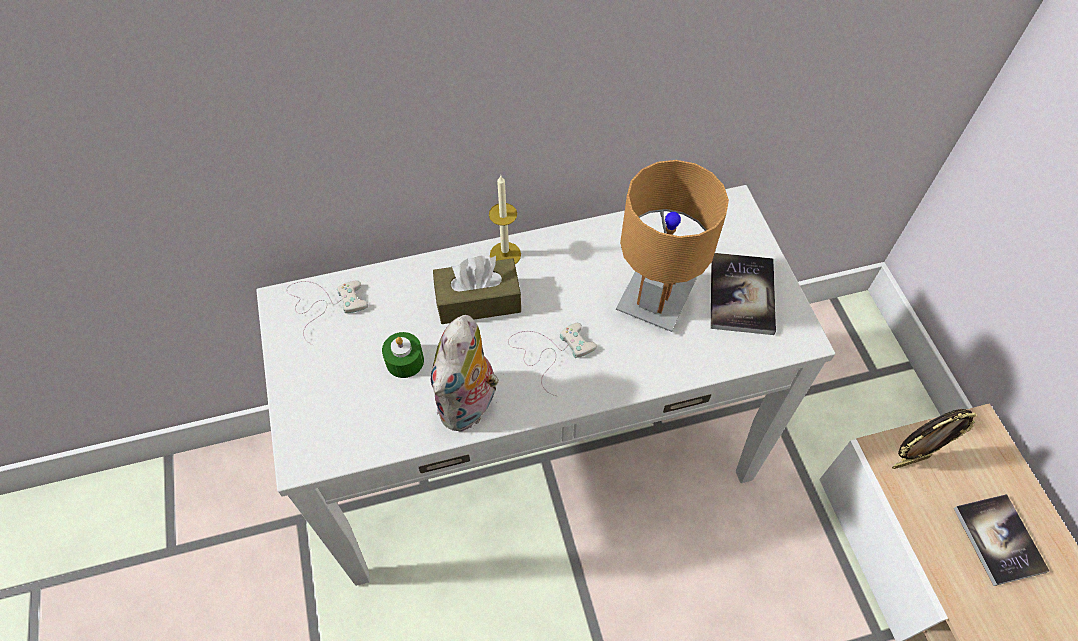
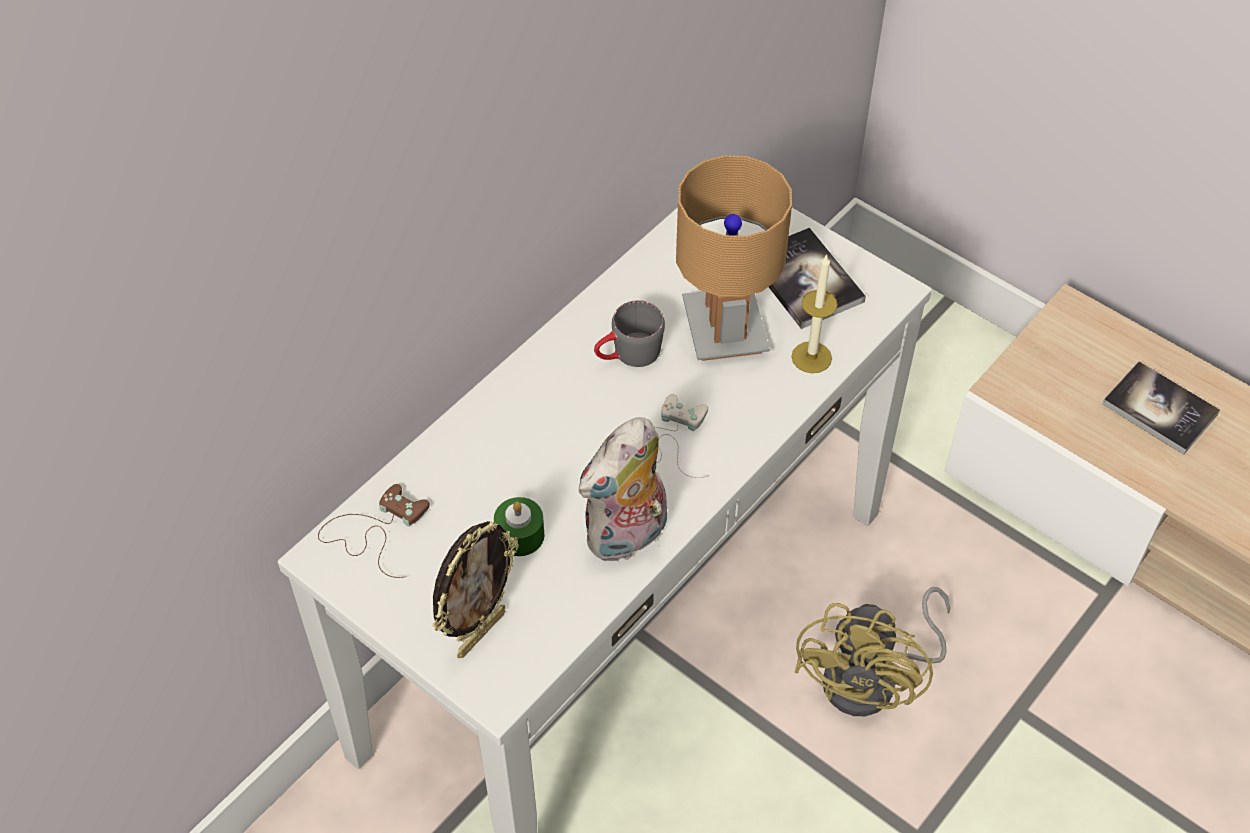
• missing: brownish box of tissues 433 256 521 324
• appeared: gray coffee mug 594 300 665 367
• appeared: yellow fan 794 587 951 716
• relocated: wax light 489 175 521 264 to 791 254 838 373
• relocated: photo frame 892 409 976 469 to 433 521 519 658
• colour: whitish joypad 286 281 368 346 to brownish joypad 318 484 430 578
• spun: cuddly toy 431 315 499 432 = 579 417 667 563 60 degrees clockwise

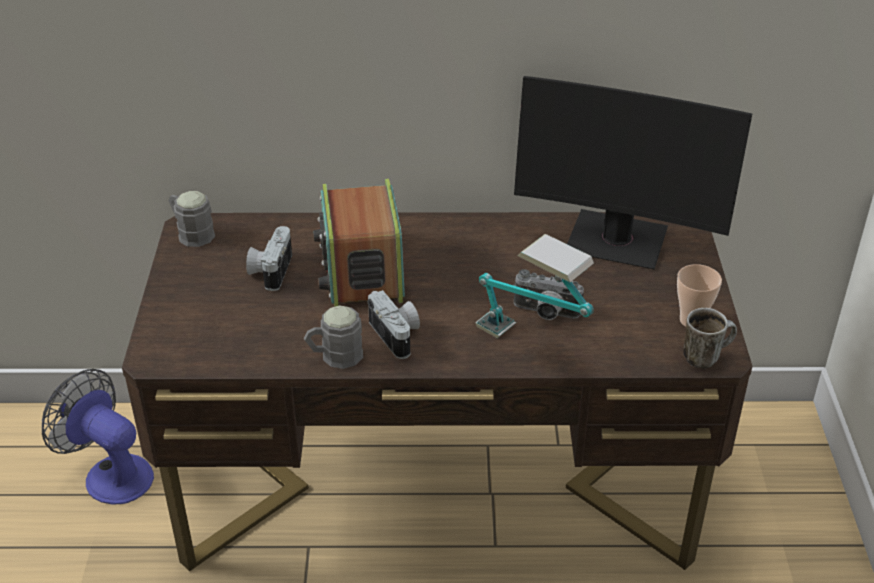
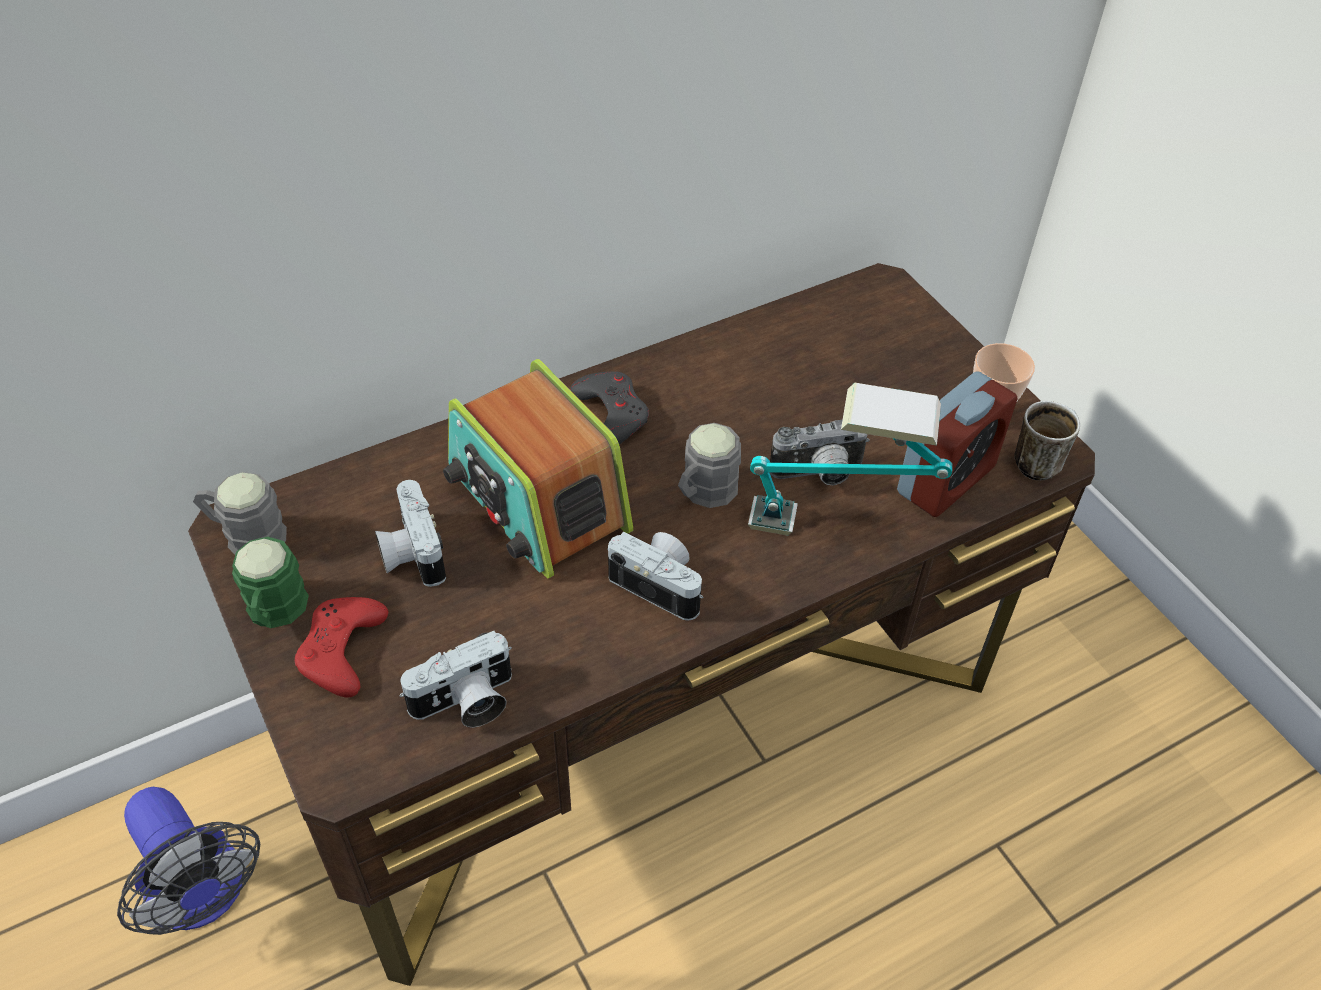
• missing: computer display 514 76 752 269
• appeared: green coffee mug 232 537 309 628
• appeared: red-coloured joypad 295 597 388 697
• appeared: still camera 399 631 512 728
• appeared: gray joypad 570 371 649 444
• appeared: alarm clock 897 371 1017 517
• relocated: gray coffee mug 304 306 363 369 to 678 423 741 508
• spun: fan 42 369 154 505 = 117 787 260 935 135 degrees counterclockwise

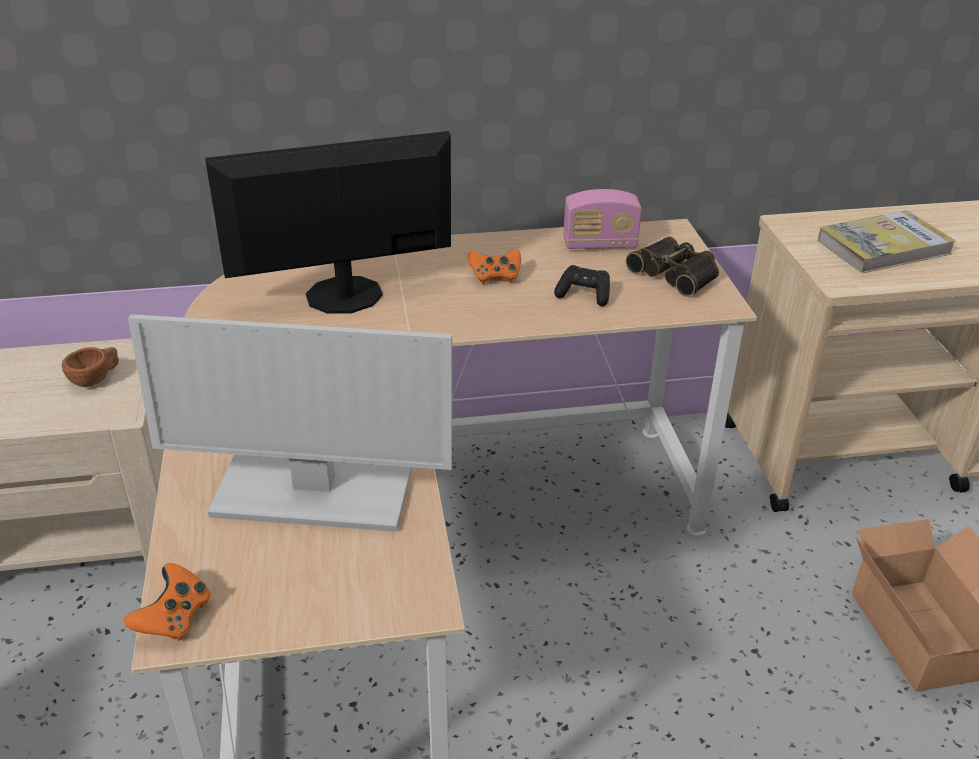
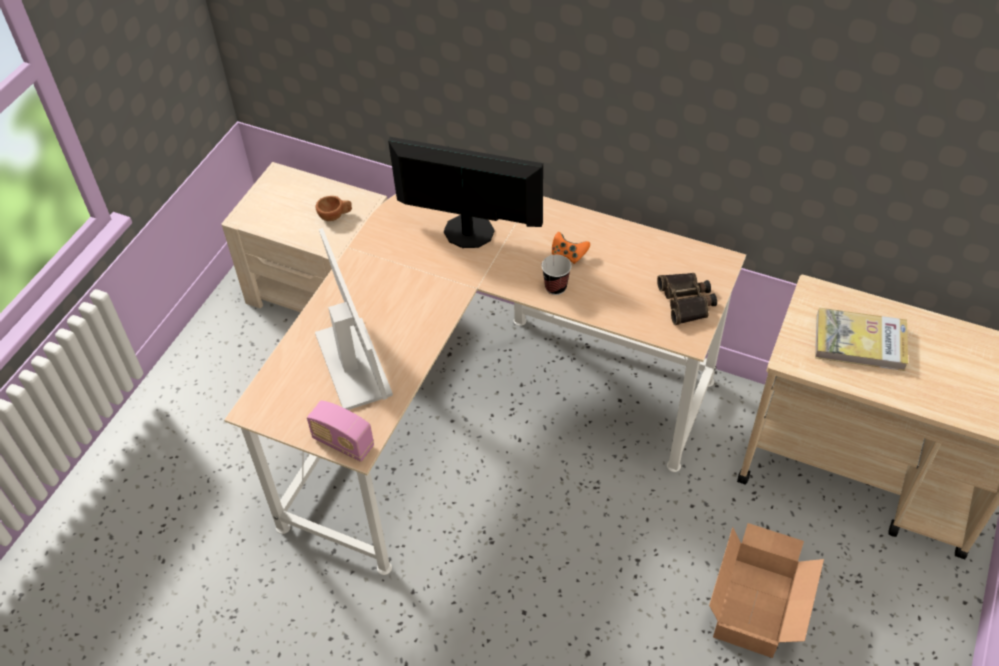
• missing: orangey joypad 124 563 210 641
• missing: blackish joypad 554 265 610 306
• appeared: cup 542 255 572 295
• relocated: radio set 563 189 642 249 to 307 400 374 462
• spun: computer display 128 314 452 532 = 315 228 393 410 150 degrees counterclockwise

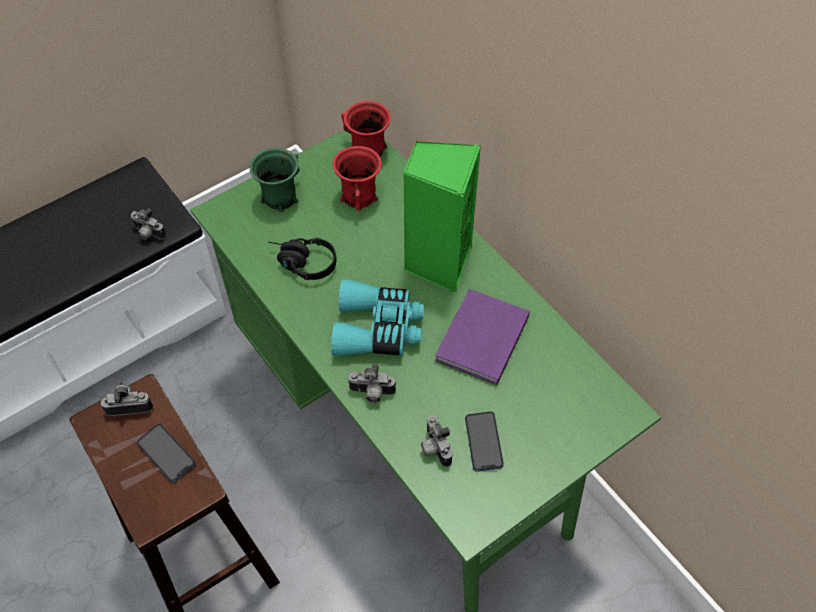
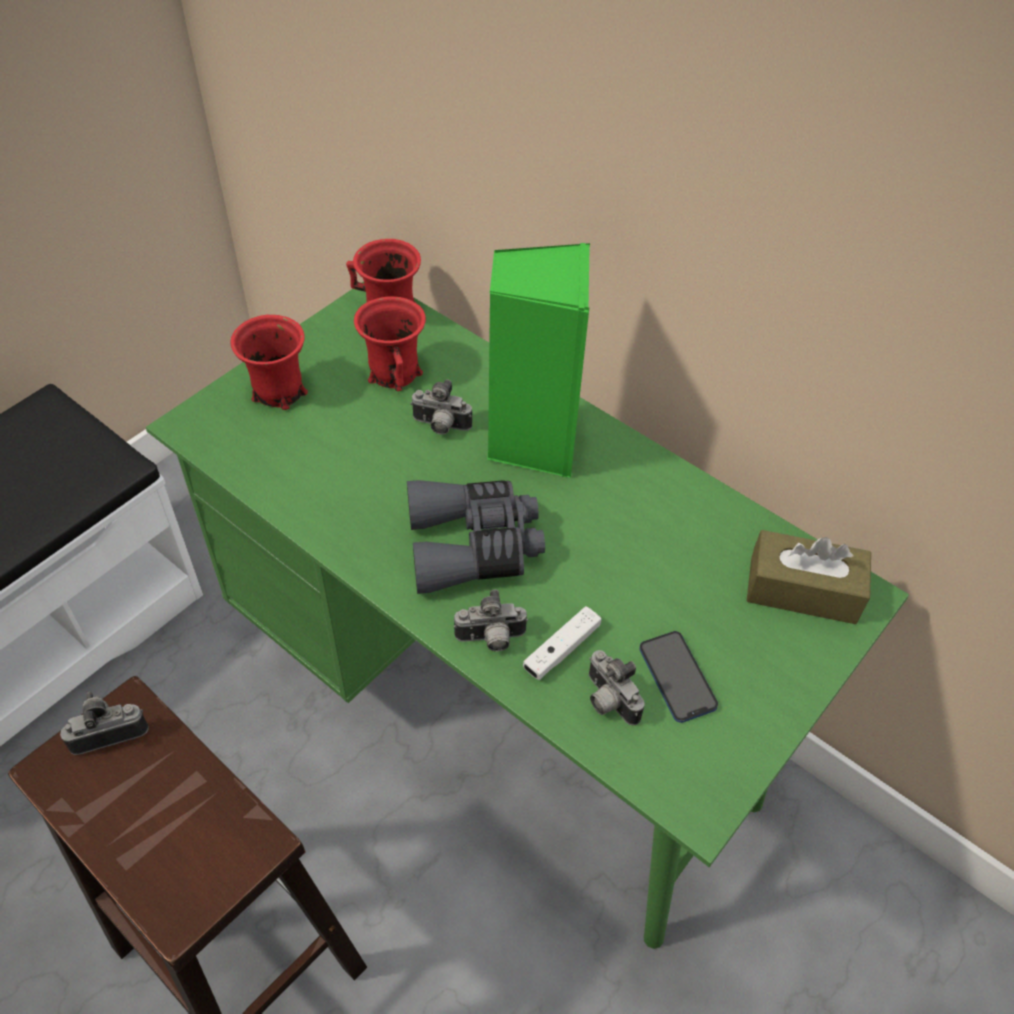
• missing: telephone 137 424 195 482
• missing: blackish pair of headphones 268 237 336 280
• missing: purple-coloured book 435 289 530 385
• appeared: whitish joypad 523 606 601 680
• appeared: brownish box of tissues 747 530 871 624
• relocated: still camera 131 208 166 240 to 410 379 472 435
• colour: green coffee mug 249 148 300 212 to red-coloured coffee mug 230 315 308 410
• colour: blue-green field glasses 331 279 424 356 to gray field glasses 407 480 545 594

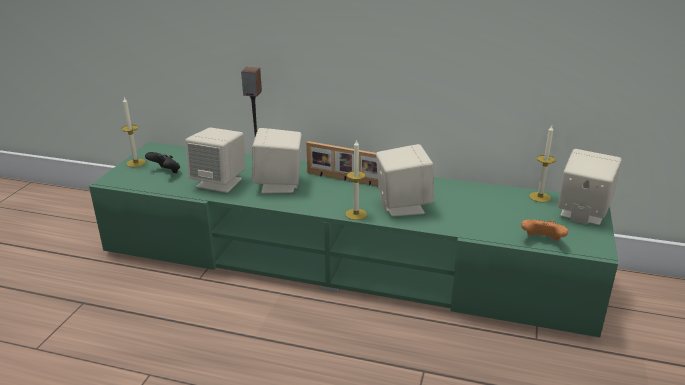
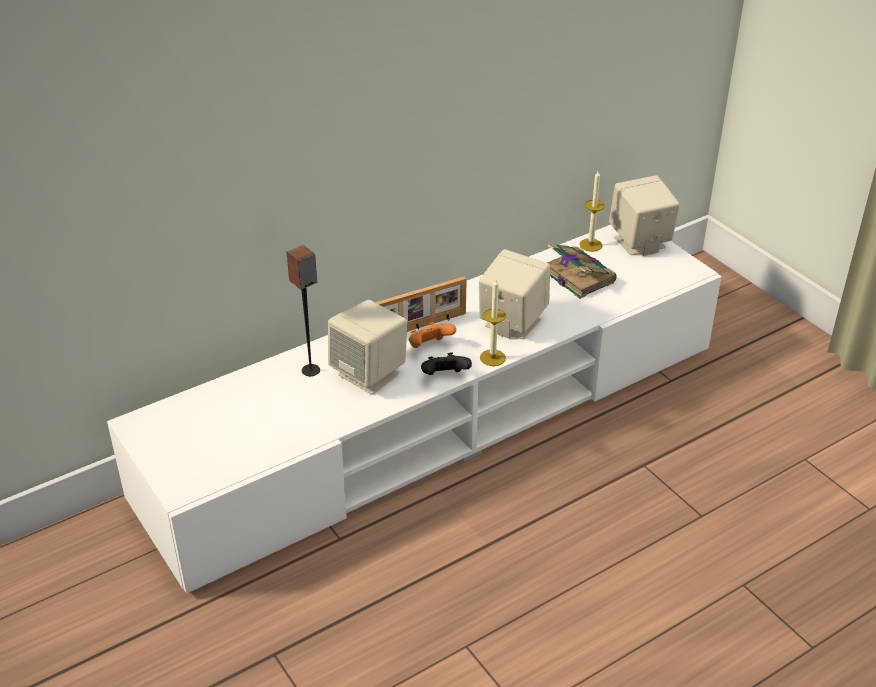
• missing: wax light 121 97 146 167
• missing: beige-coloured speaker 185 127 245 193
• appeared: book 547 244 617 299
• relocated: blackish joypad 145 152 180 173 to 421 353 472 375
• relocated: orangey joypad 521 220 568 241 to 409 322 456 348
• colour: green tv unit 89 142 618 338 to whitish tv unit 107 225 722 594

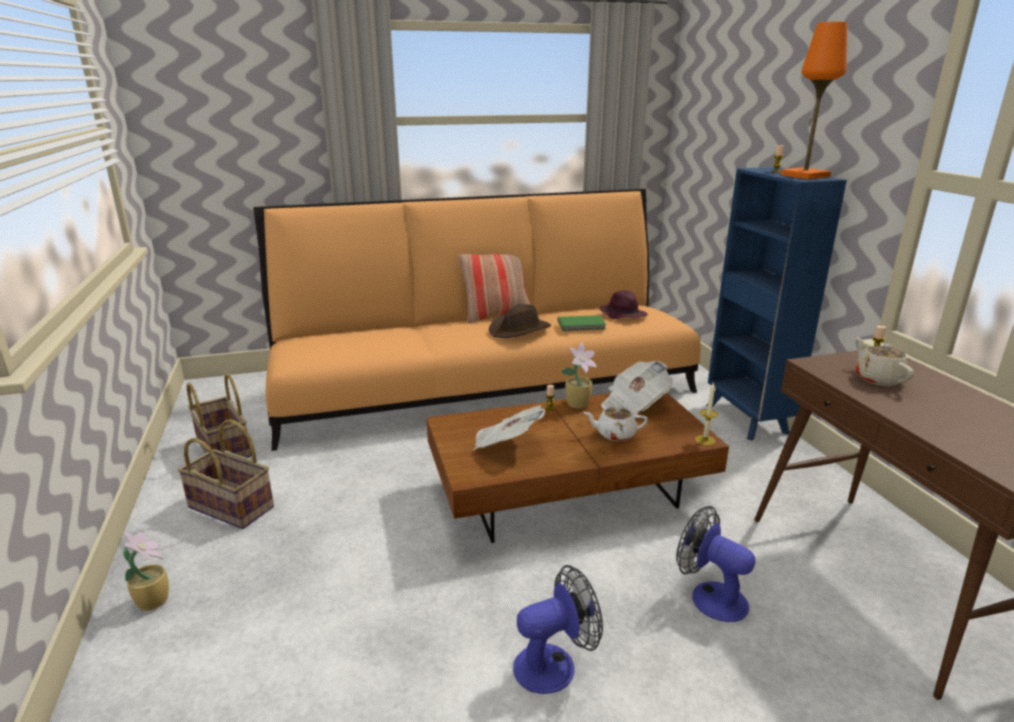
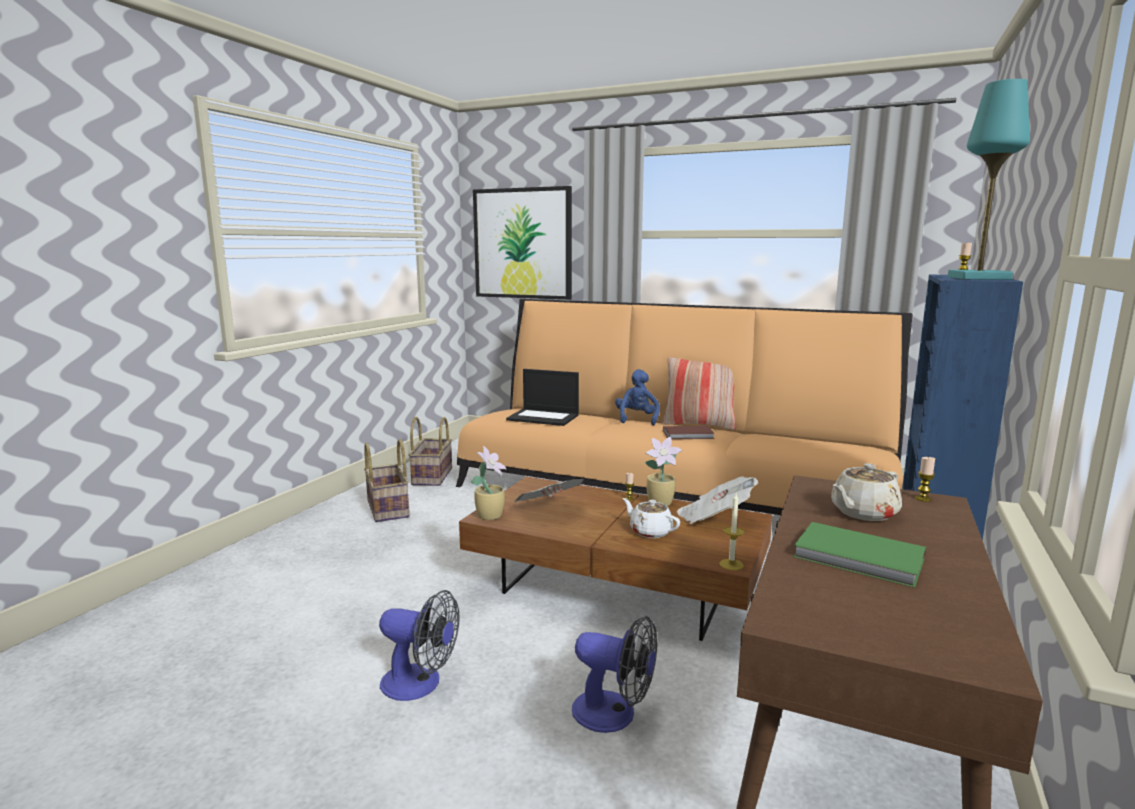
• missing: purple-coloured wearable hat 599 290 648 319
• appeared: picture 473 186 572 300
• appeared: laptop 506 369 579 426
• appeared: bluish cuddly toy 615 369 660 425
• relocated: plant in a pot 123 532 169 611 to 471 446 507 520
• relocated: green book 558 315 606 331 to 793 522 926 588
• exchanged: brownish wearable hat 489 304 551 338 to brownish book 663 426 715 439
• colour: orangey lamp for a table 780 22 847 179 to blue-green lamp for a table 948 79 1030 280
• spun: fan 676 506 756 622 = 572 616 657 733 120 degrees clockwise
• spun: beige-coloured teapot 855 337 914 386 = 831 463 902 521 150 degrees counterclockwise

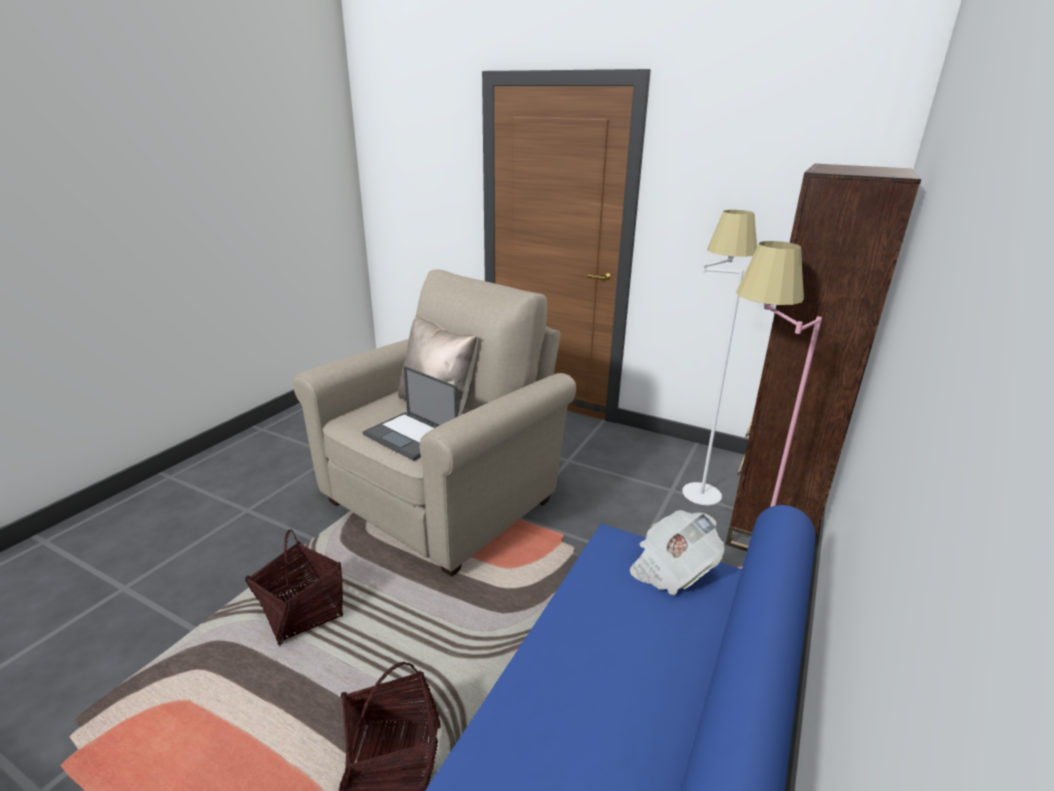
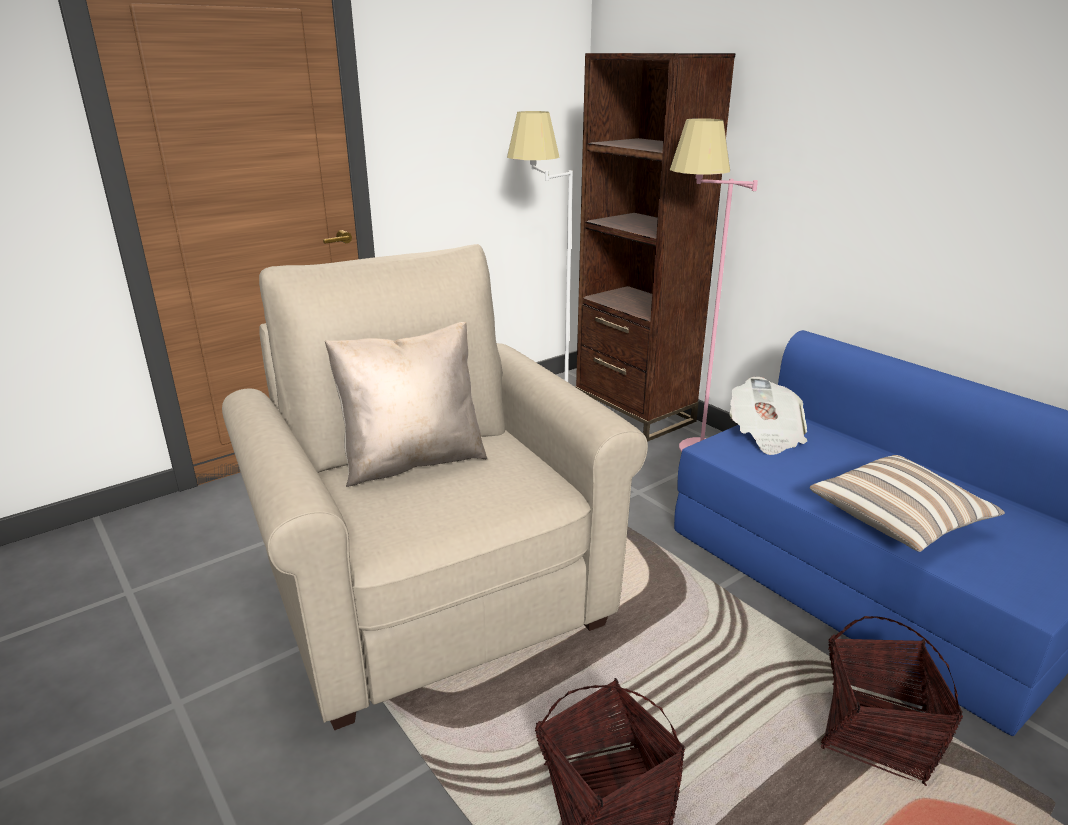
• missing: laptop 363 366 458 461
• appeared: throw pillow 810 455 1005 552

